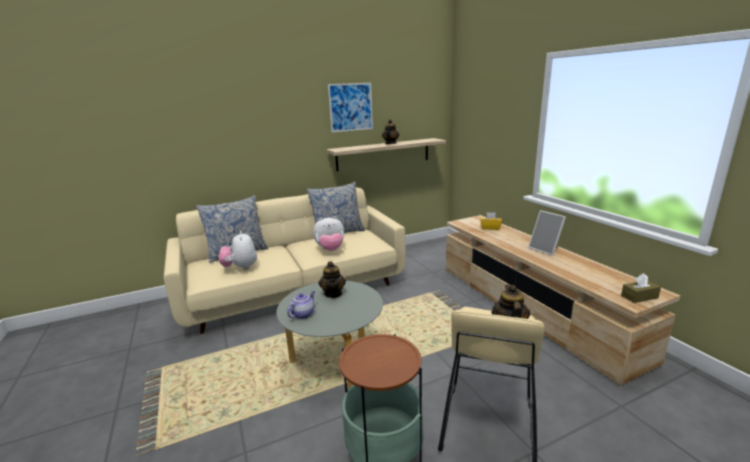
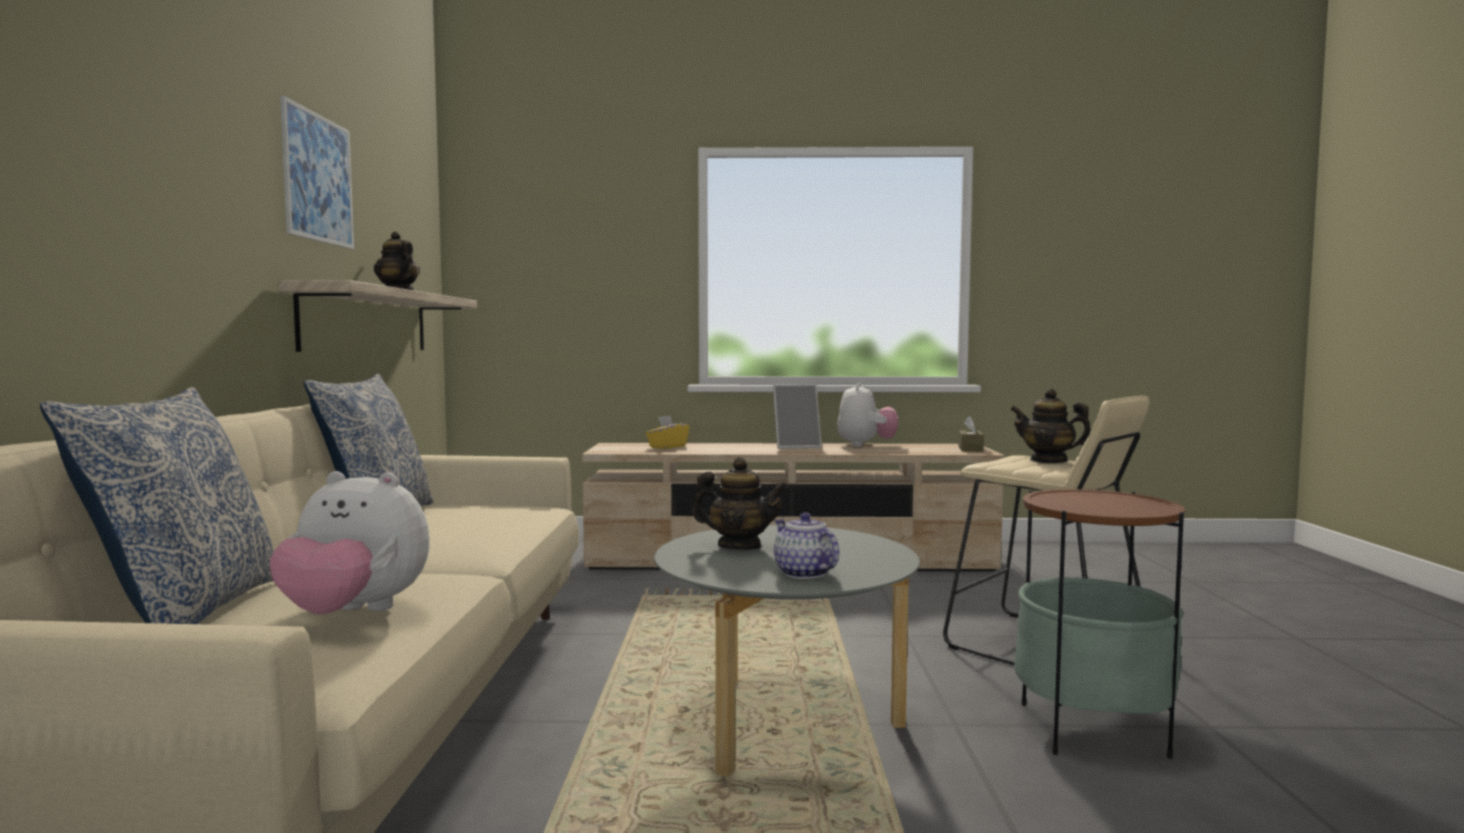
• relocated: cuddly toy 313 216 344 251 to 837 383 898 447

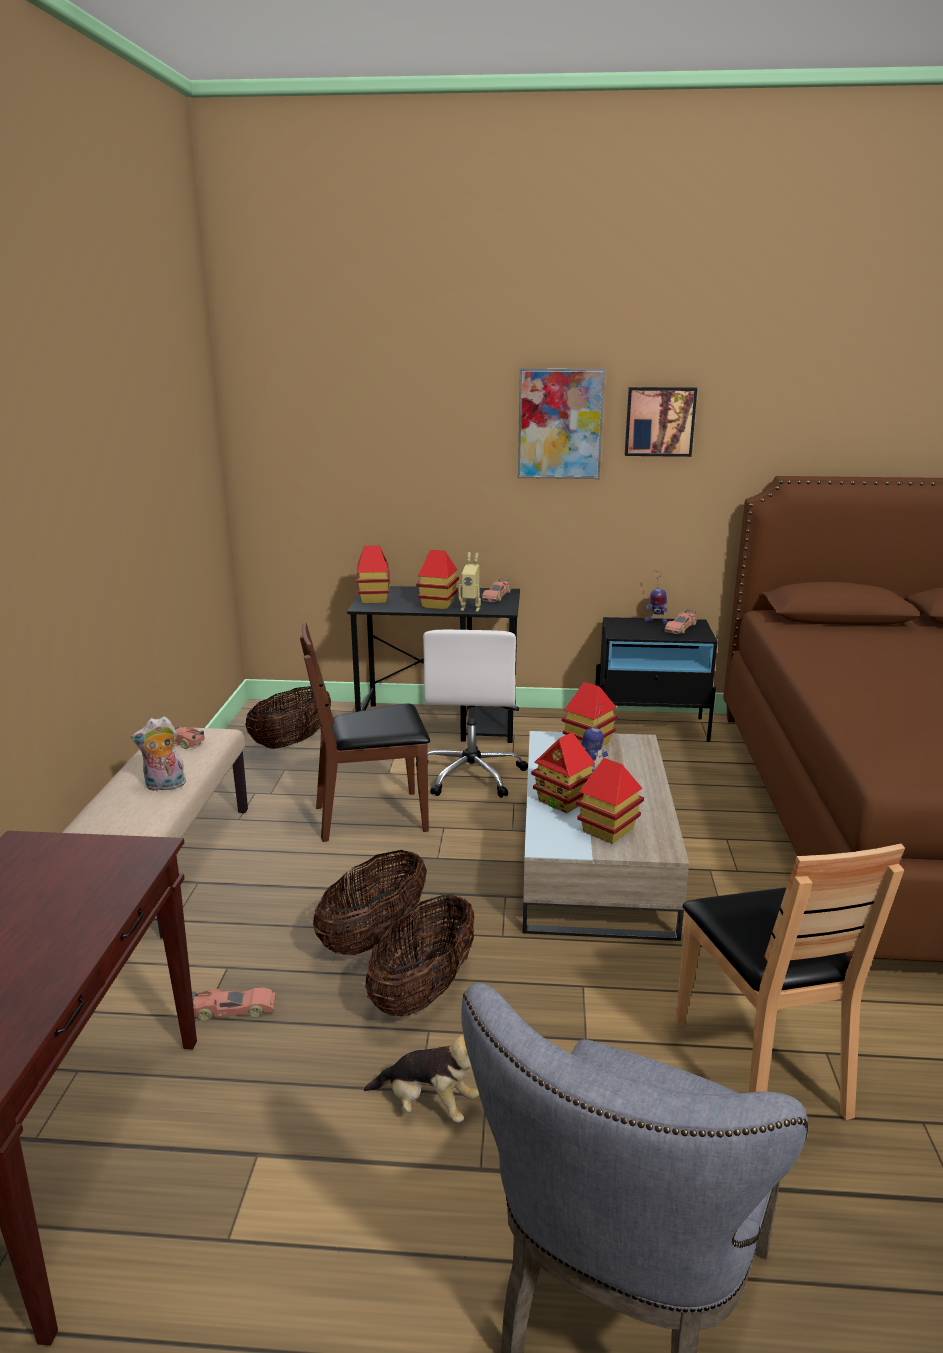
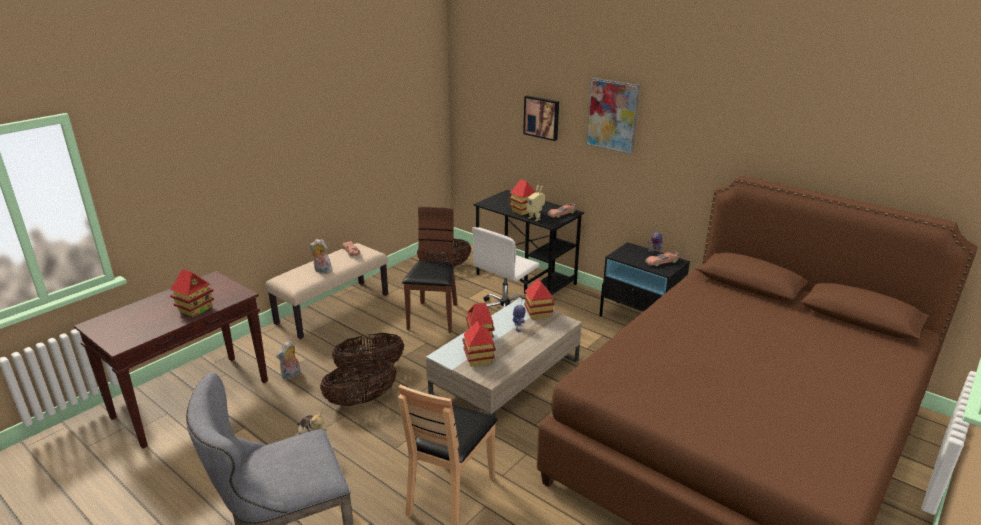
• relocated: toy house 356 546 390 603 to 170 269 214 317
• relocated: picture 625 387 697 457 to 523 96 559 141
• exchanged: toy car 192 987 276 1021 to cuddly toy 276 341 300 380
• spun: brownish upright chair 300 623 430 842 = 402 207 457 333 75 degrees clockwise

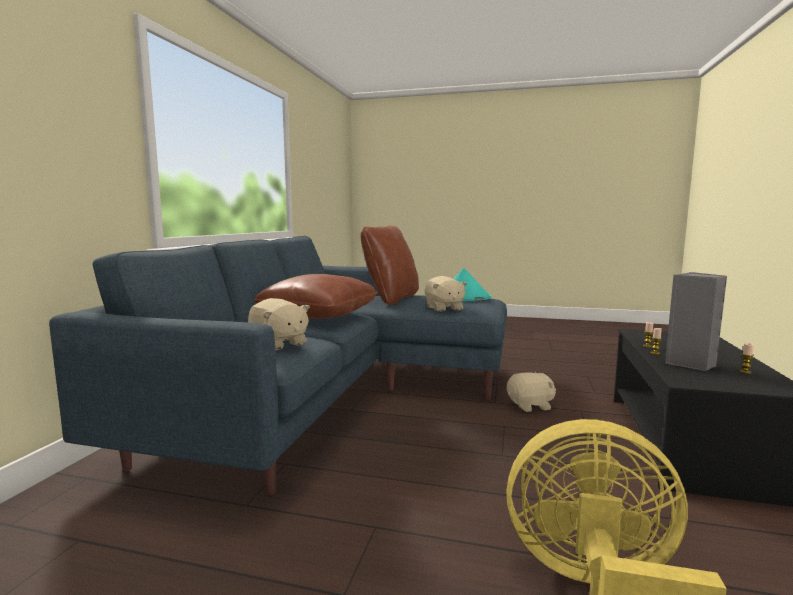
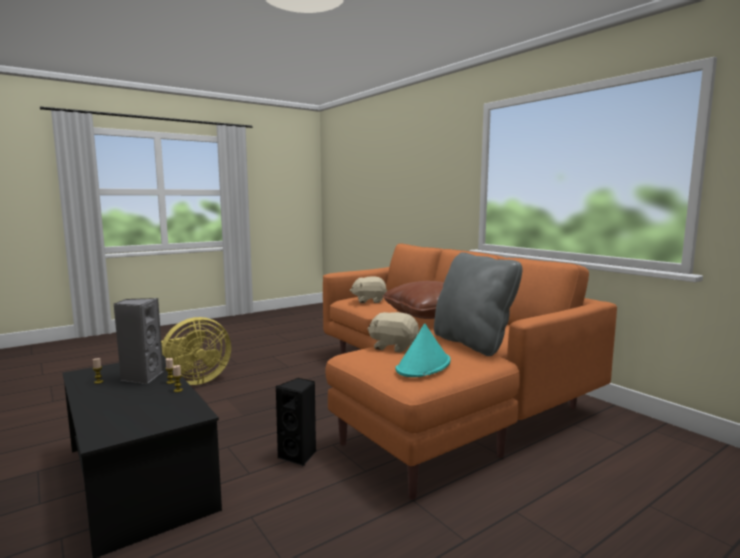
• exchanged: beige-coloured cuddly toy 507 372 556 412 to blackish speaker 276 378 316 467
• colour: bluish settee 49 236 507 495 to orangey settee 323 243 617 500
• colour: brownish throw pillow 360 226 419 305 to gray throw pillow 434 252 523 356

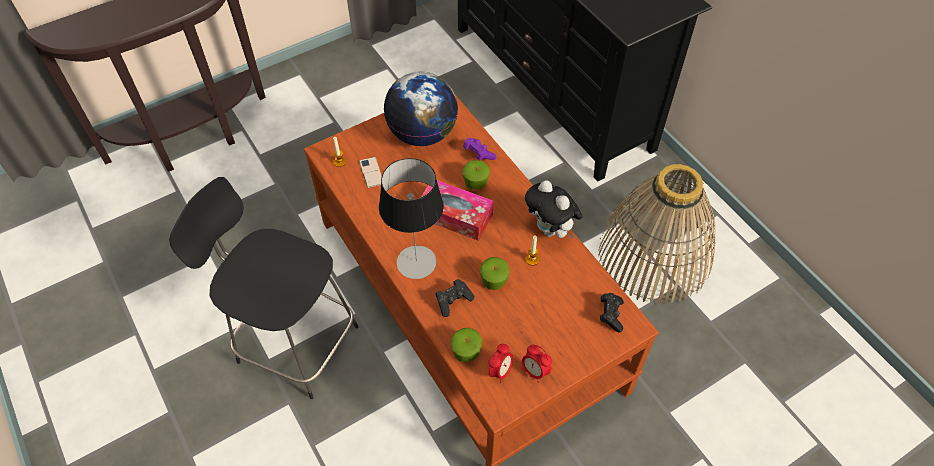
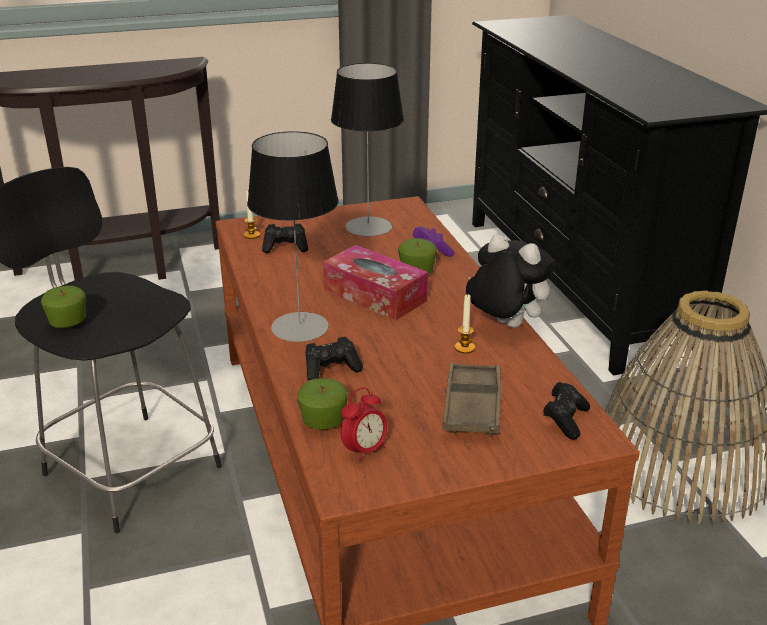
• missing: alarm clock 522 345 552 383
• appeared: brownish carrying tray 443 363 501 436
• relocated: apple 480 257 510 290 to 41 285 86 328
• exchanged: telephone 359 157 382 188 to blackish joypad 262 224 308 253
• exchanged: globe 384 72 458 146 to lamp for a table 331 63 404 236
• spun: cuddly toy 525 180 583 239 = 466 234 555 328 150 degrees clockwise

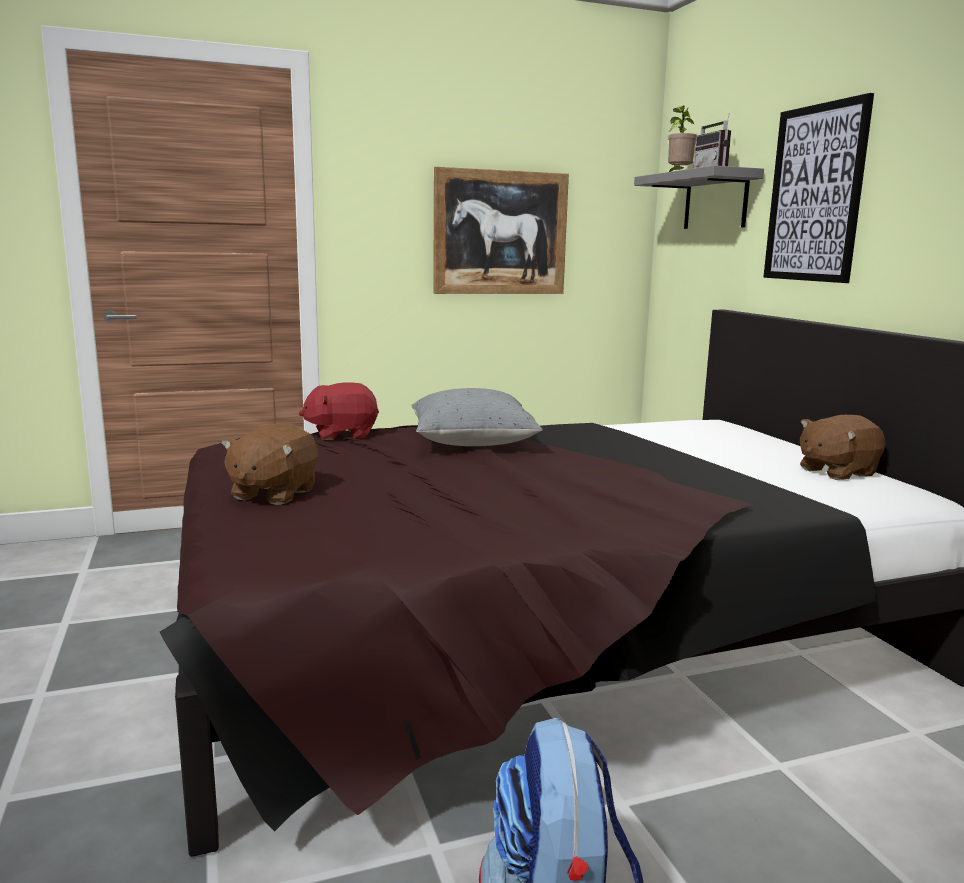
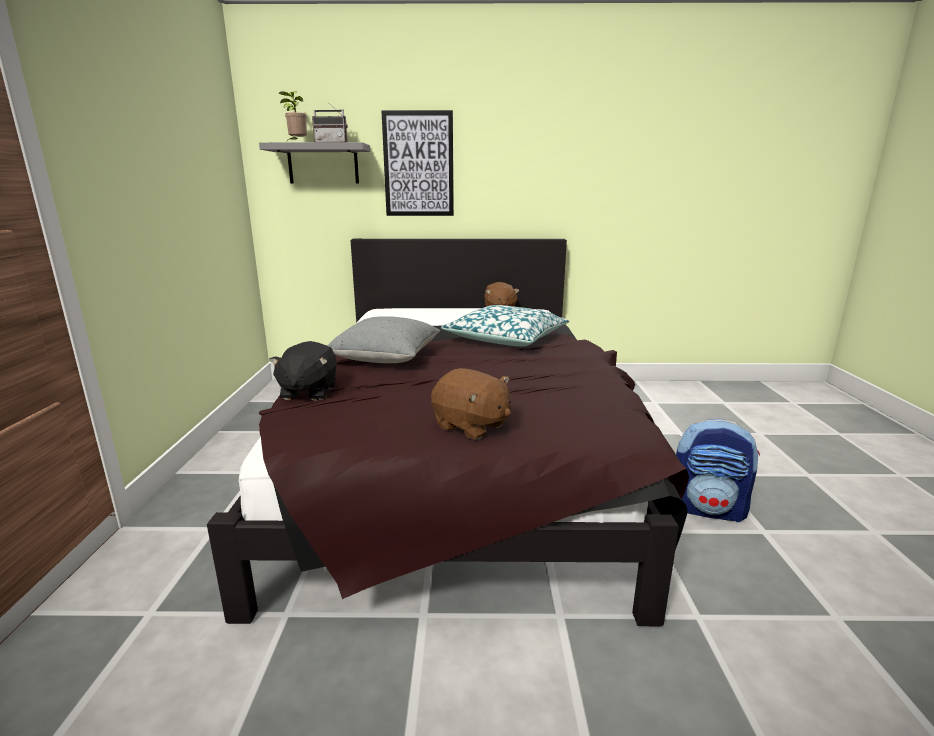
• missing: picture 433 167 569 294
• appeared: throw pillow 441 305 569 347
• colour: red-coloured cuddly toy 299 382 379 440 to blackish cuddly toy 269 341 337 400

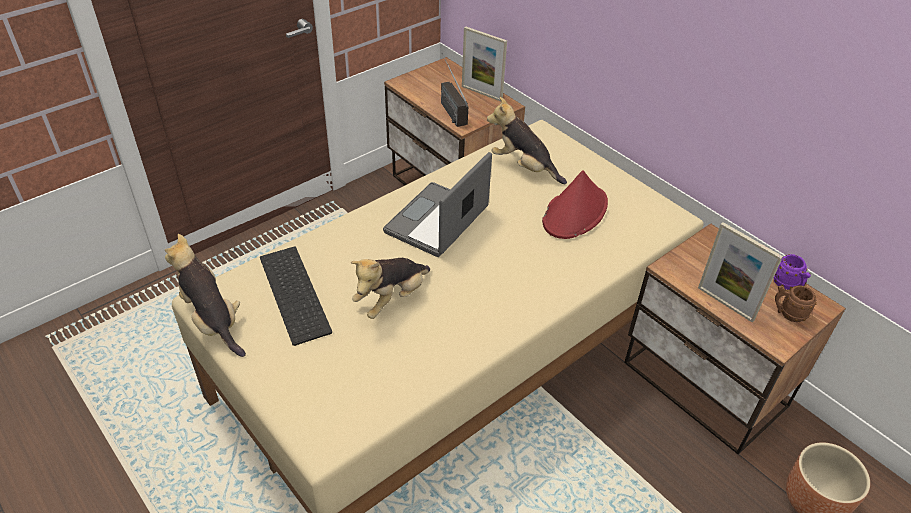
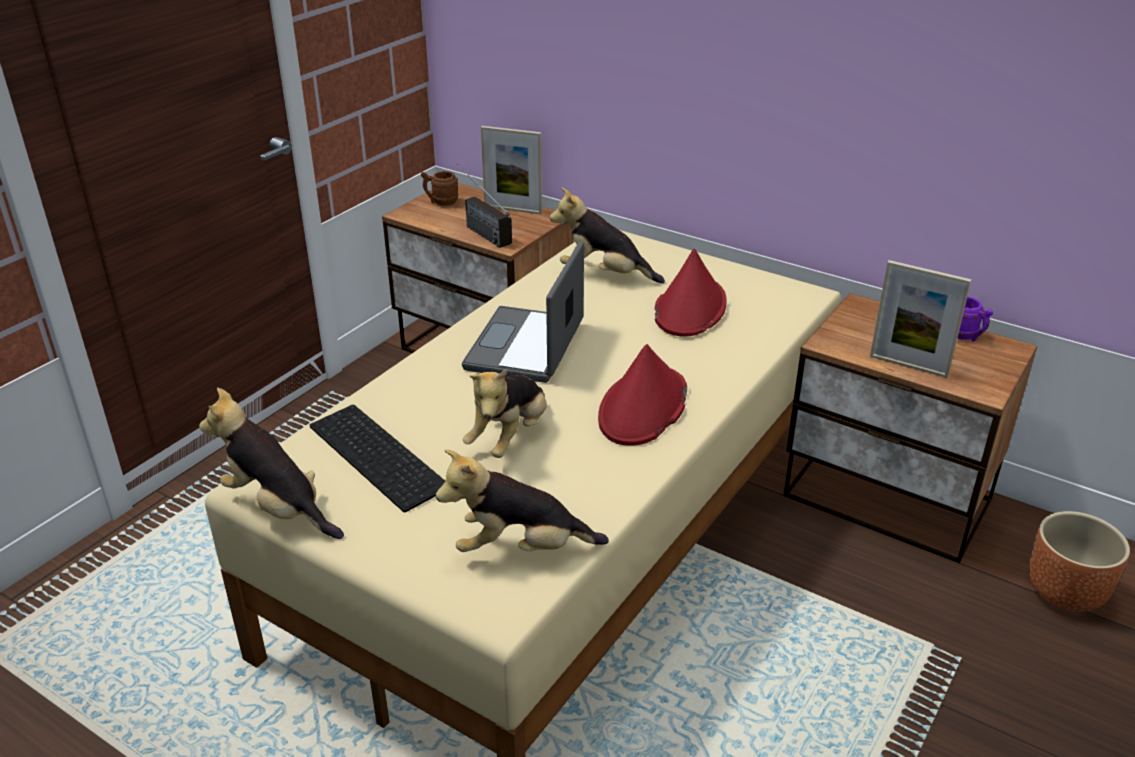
• appeared: cuddly toy 436 449 609 552
• appeared: red-coloured wearable hat 598 344 687 446
• relocated: brownish coffee mug 775 285 817 322 to 421 171 458 206

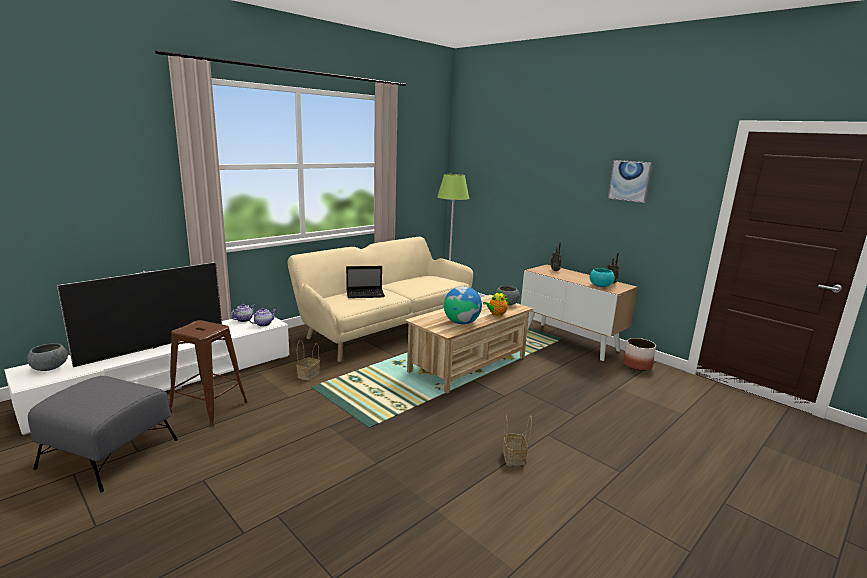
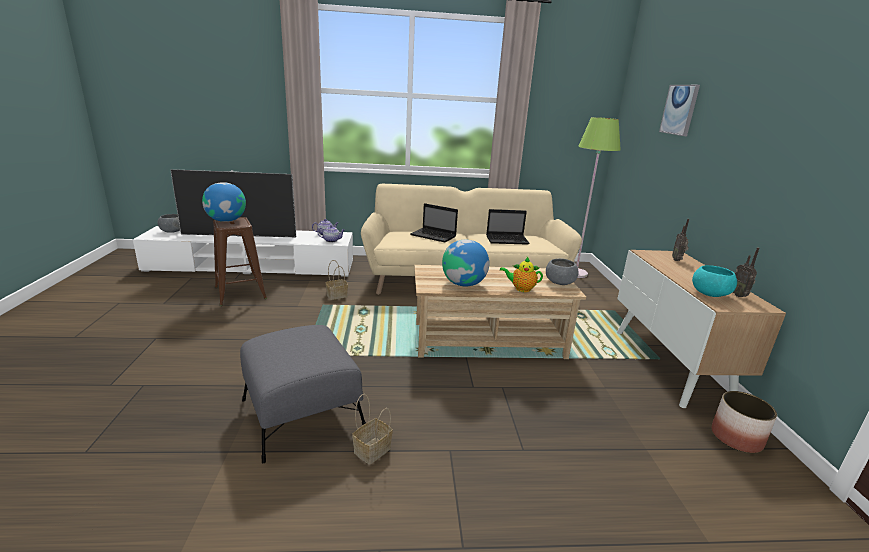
• appeared: globe 202 182 246 222
• appeared: laptop 486 209 530 245
• relocated: gray footrest 28 376 178 492 to 240 325 366 463
• relocated: picture 608 160 652 203 to 659 85 700 136

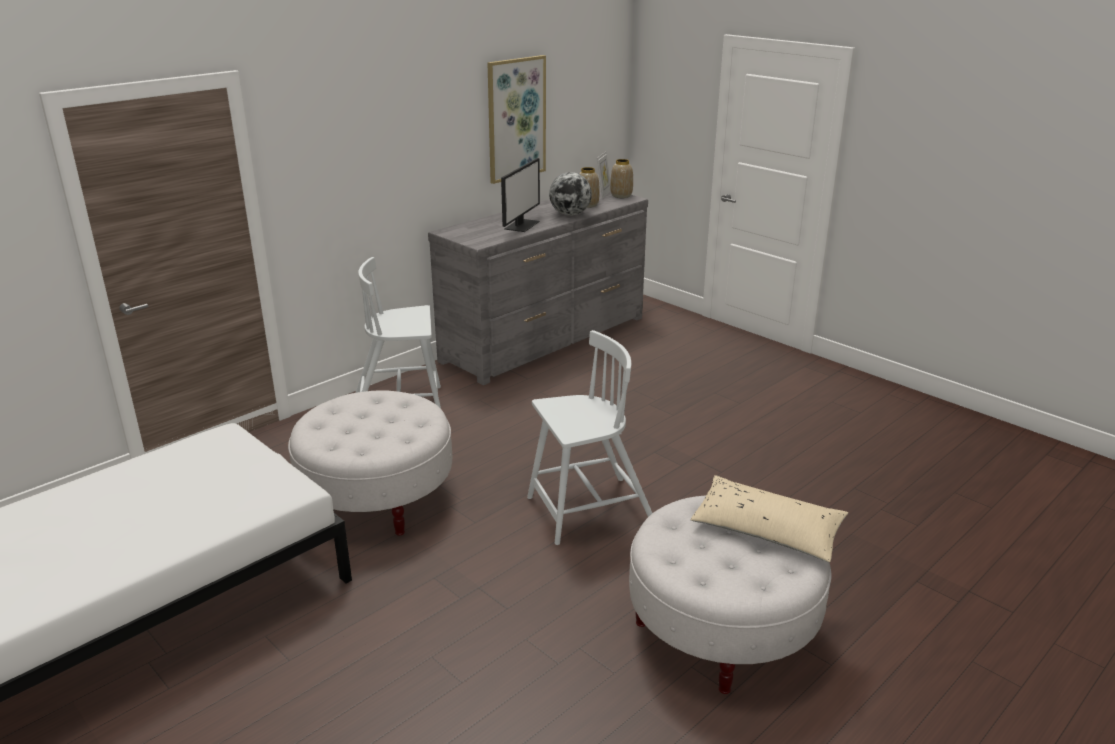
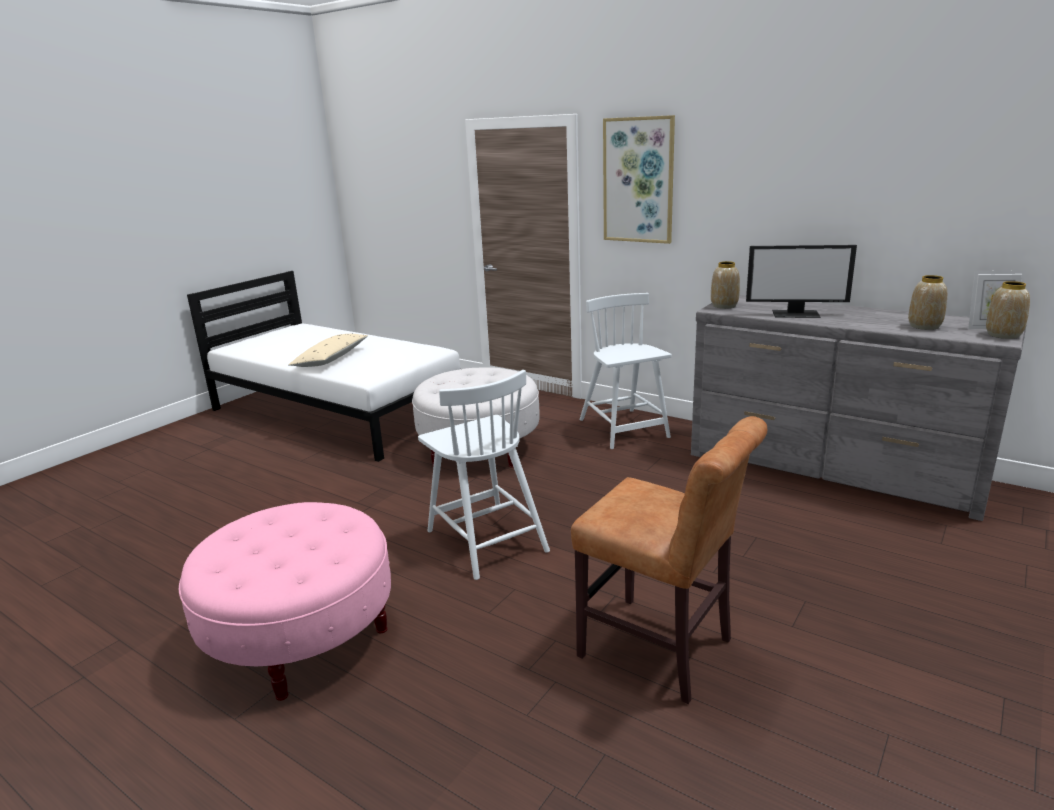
• missing: globe 549 172 592 216
• appeared: brownish upright chair 571 416 767 704
• appeared: flower vase 711 261 740 309
• relocated: picture 487 55 546 184 to 603 115 675 244
• relocated: beige-coloured throw pillow 690 475 848 563 to 288 334 368 367
• colour: whitish footrest 629 496 831 694 to pinkish footrest 179 502 391 701

